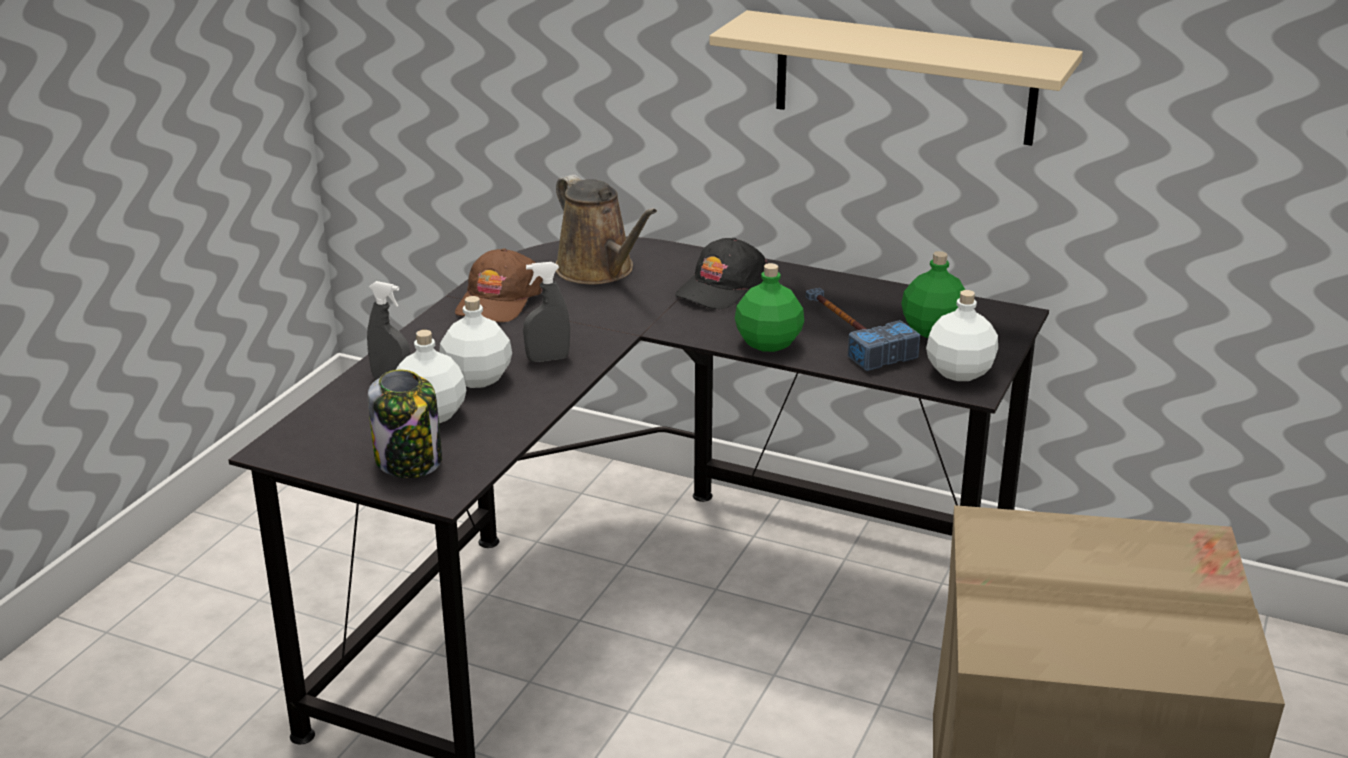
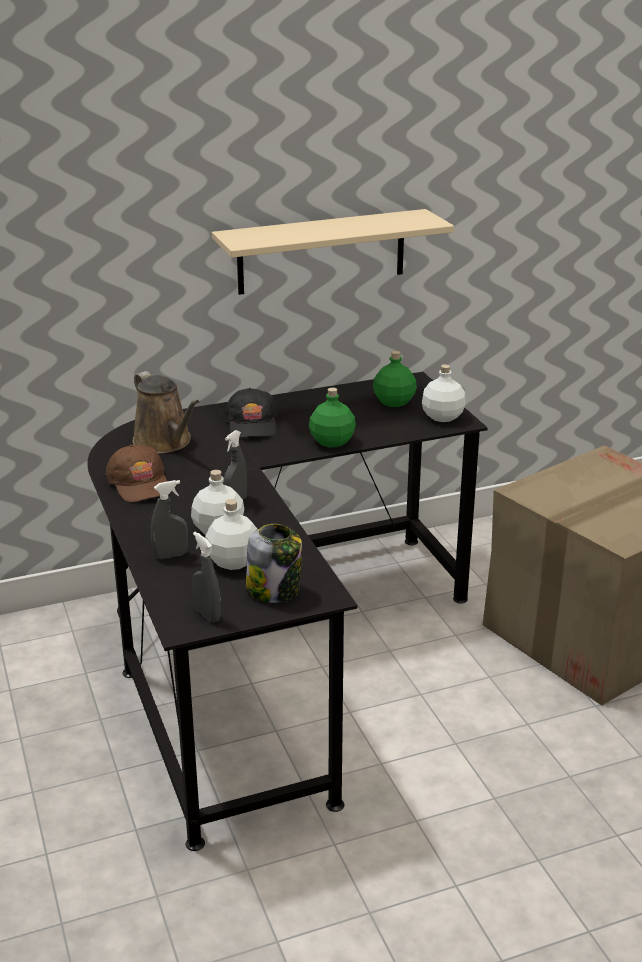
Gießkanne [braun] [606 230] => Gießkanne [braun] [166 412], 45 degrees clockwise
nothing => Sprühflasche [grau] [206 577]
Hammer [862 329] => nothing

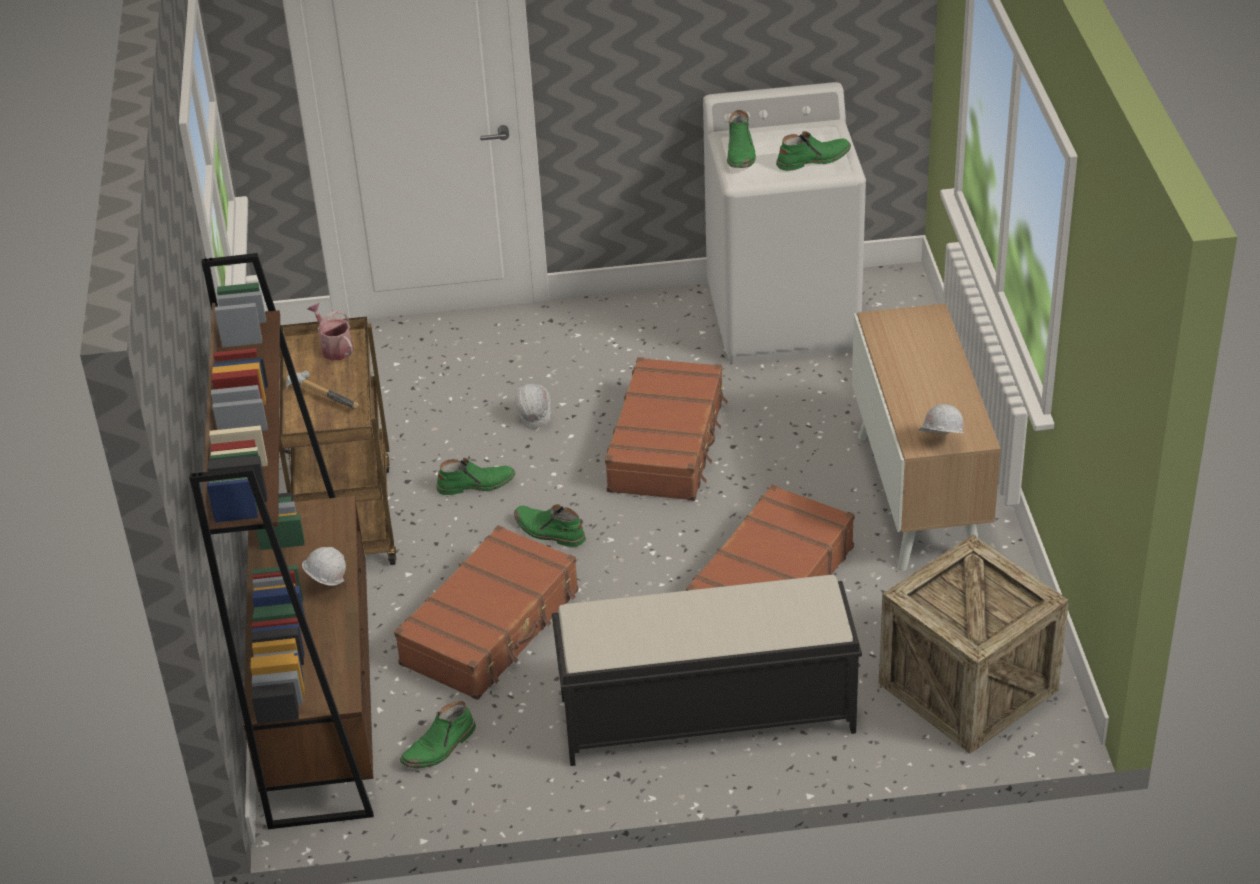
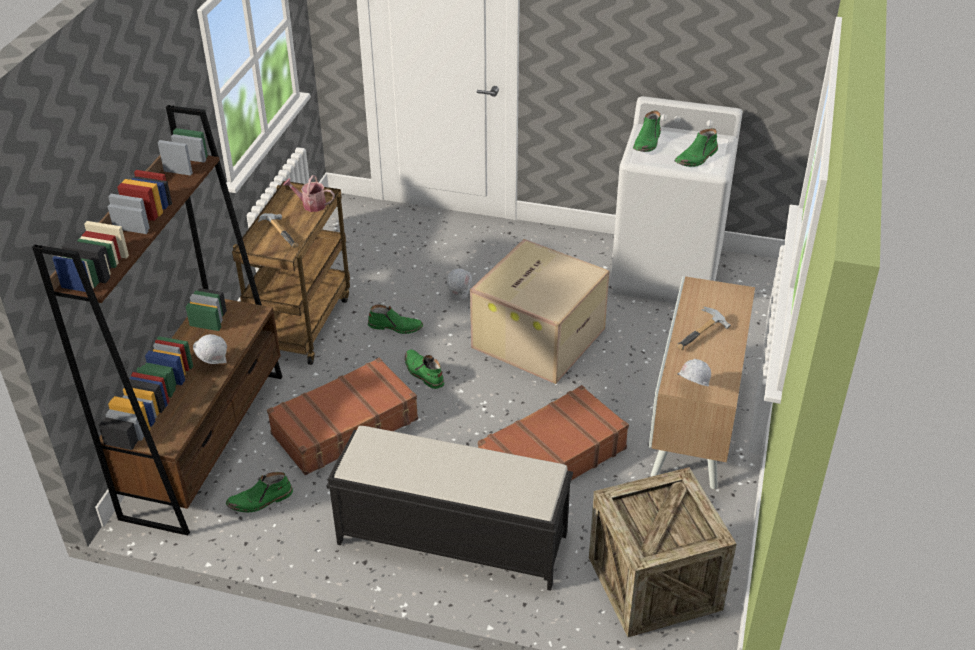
Gießkanne [330 332] => Gießkanne [309 193], 60 degrees counterclockwise
Koffer [braun] [666 429] => Karton [539 311]
Stiefel [grün] [813 151] => Stiefel [grün] [696 147], 135 degrees clockwise
nothing => Hammer [704 328]

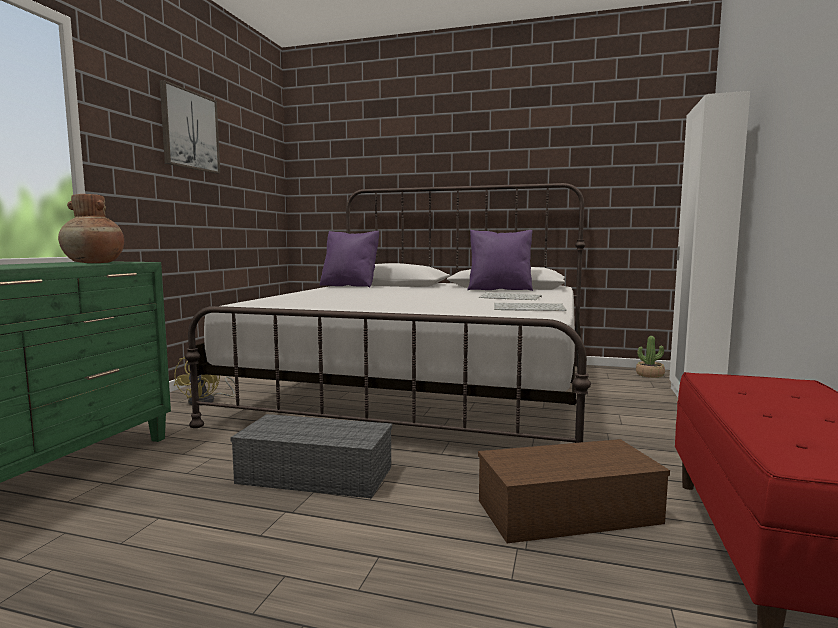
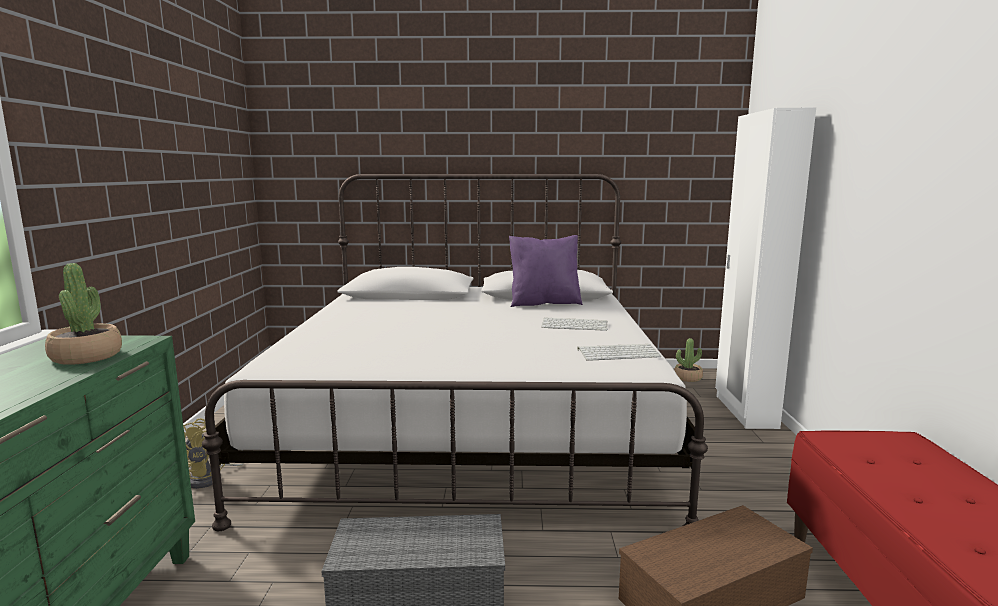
Vase [braun] [91 228] => Topfpflanze [83 314]
Bild [190 127] => nothing
Kissen [lila] [349 259] => nothing

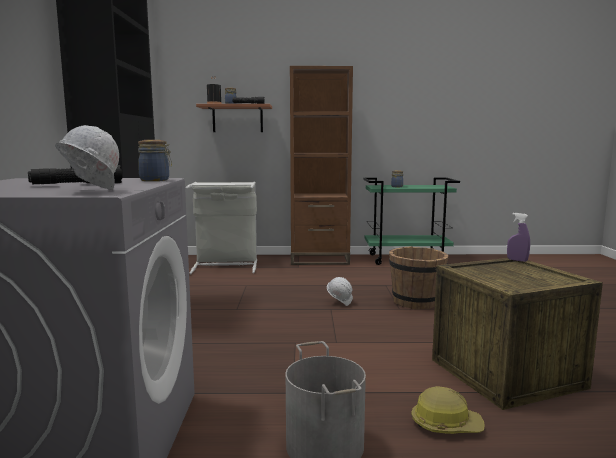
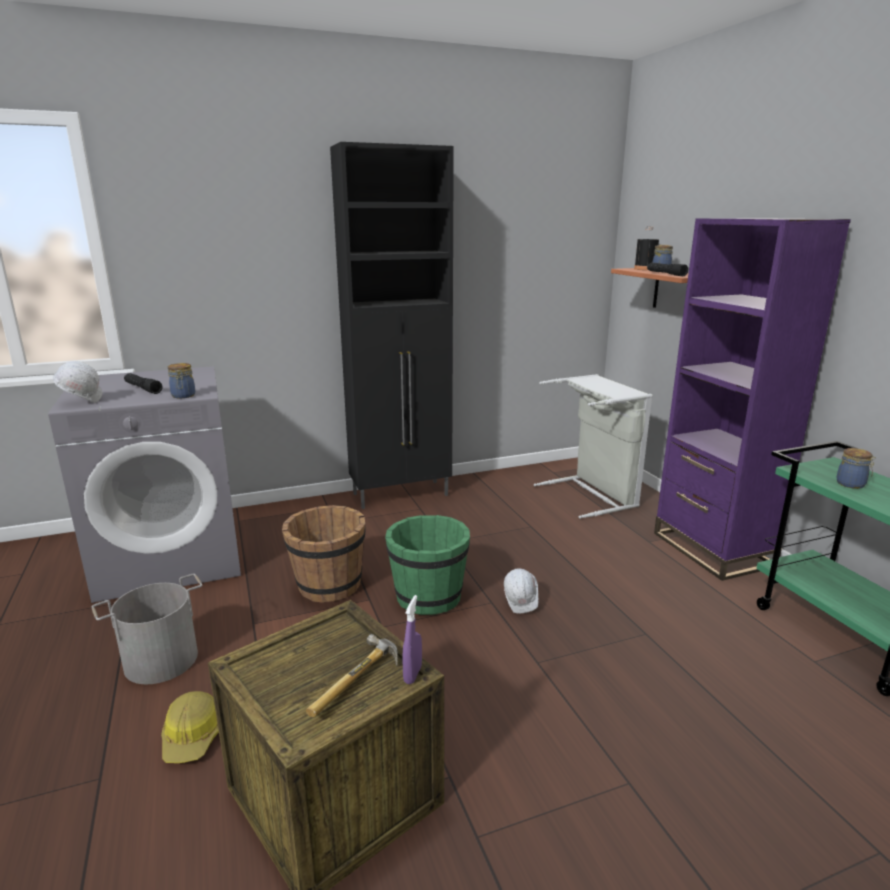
Eimer [braun] [419 278] => Eimer [braun] [324 554], move
nothing => Hammer [352 675]
nothing => Eimer [grün] [427 565]
Bücherregal [braun] [321 165] => Bücherregal [lila] [752 399]

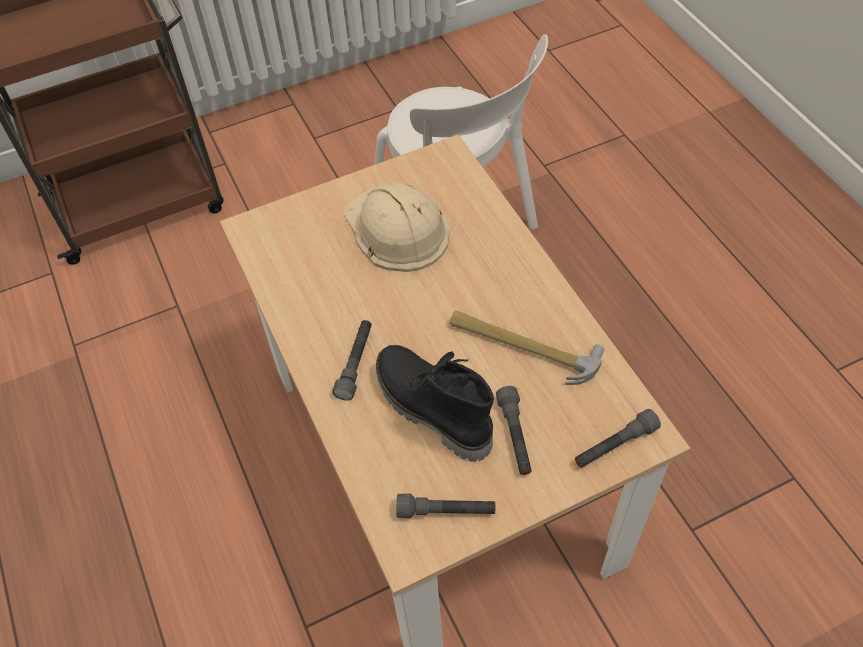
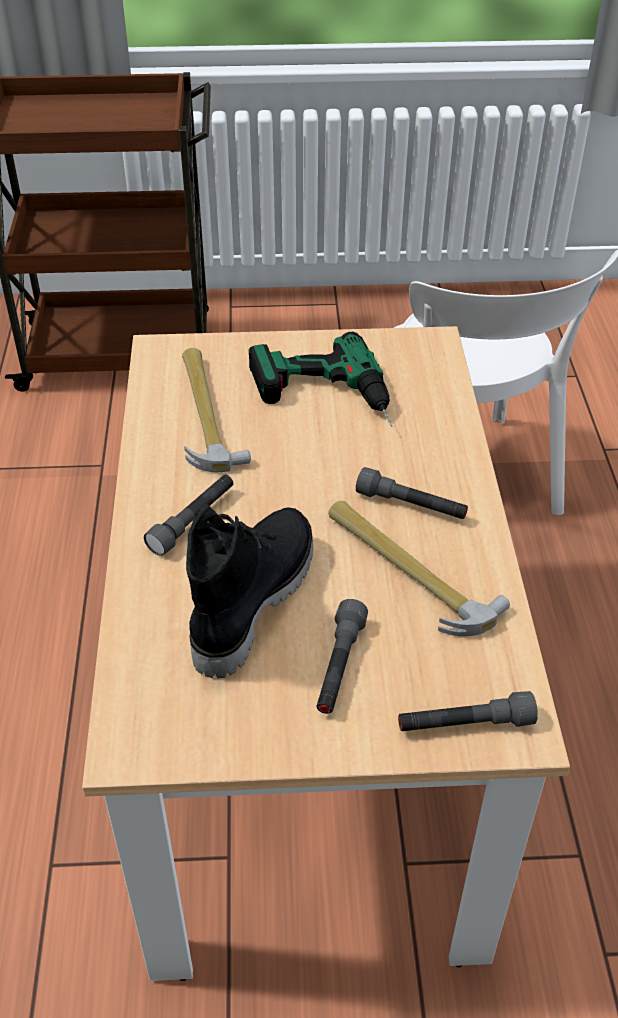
nothing => Hammer [216 410]
Stiefel [schwarz] [435 403] => Stiefel [schwarz] [249 591], 45 degrees clockwise
Schutzhelm [beige] [396 227] => Bohrmaschine [320 379]
Taschenlampe [grau] [445 506] => Taschenlampe [grau] [412 493], move

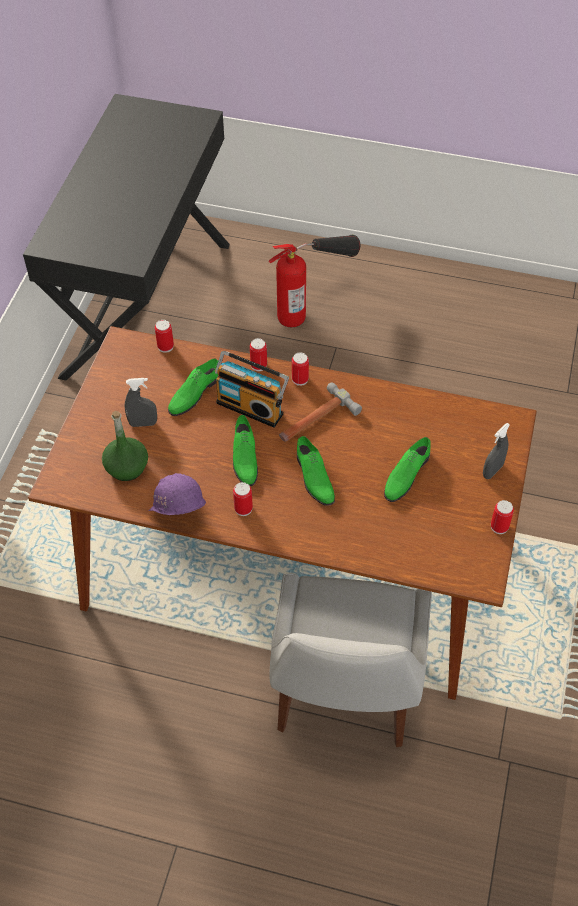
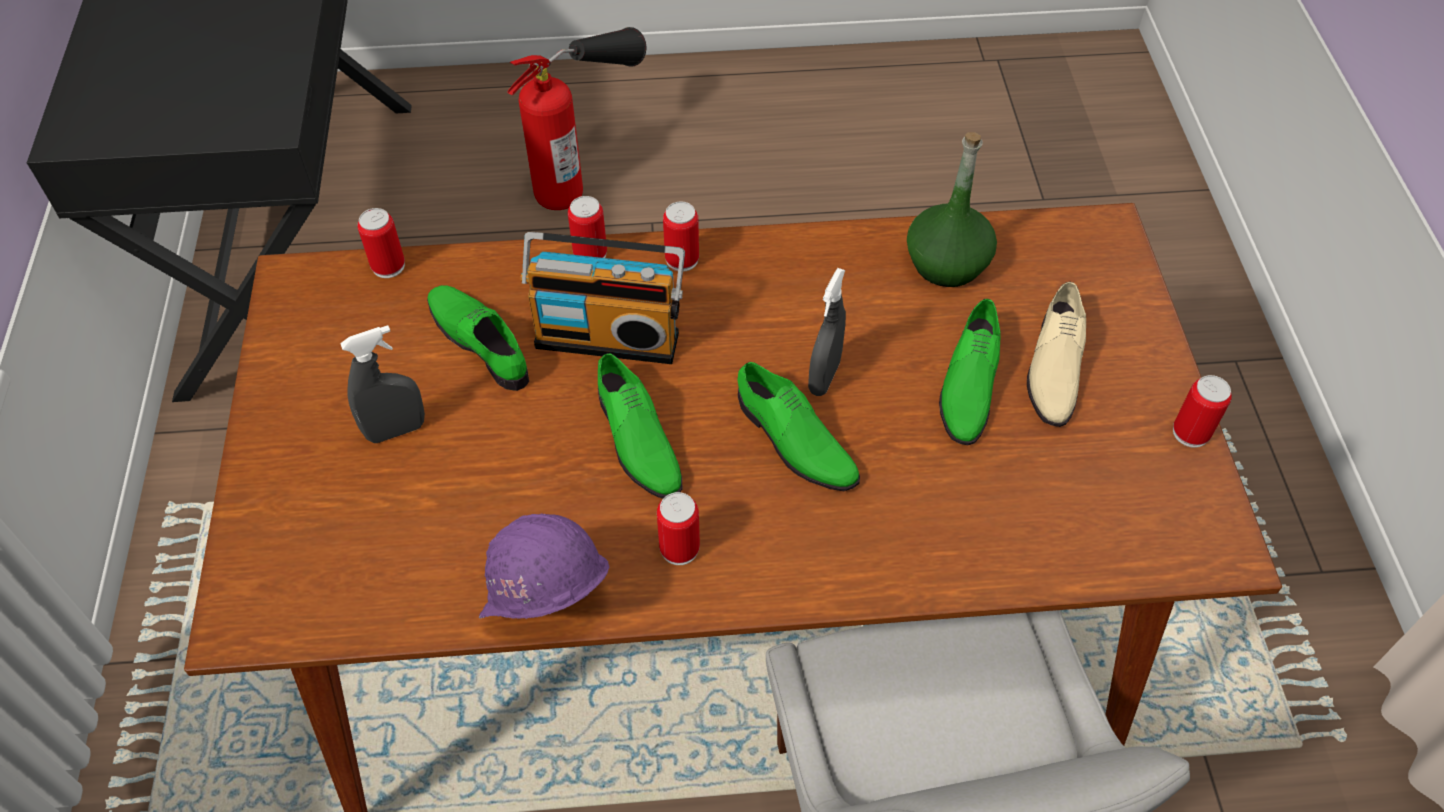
Schuh [grün] [193 387] => Schuh [grün] [478 338], 120 degrees clockwise
Sprühflasche [grau] [496 451] => Sprühflasche [grau] [827 332], move
Flasche [grün] [125 446] => Flasche [grün] [952 209], move
nothing => Schuh [beige] [1056 354]
Hammer [320 412] => nothing

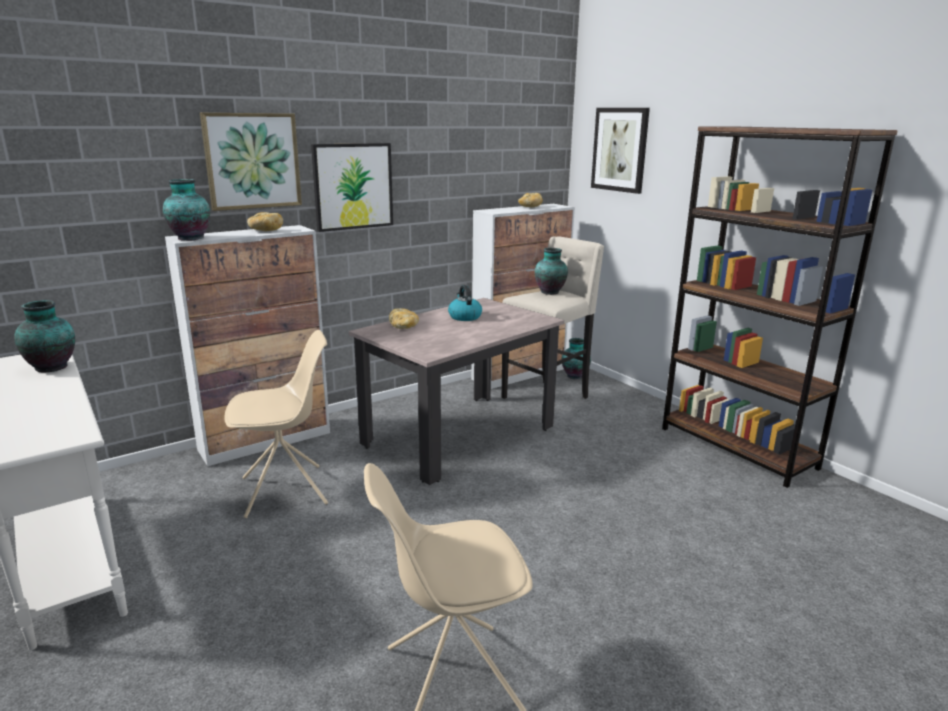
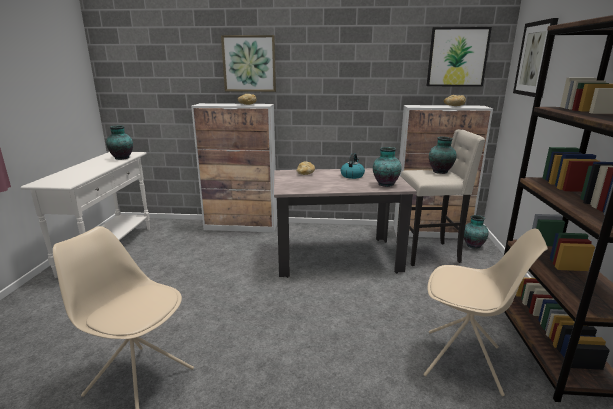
Vase [186 209] => Vase [387 167], move
Stuhl [beige] [276 424] => Stuhl [beige] [485 312], move
Bild [352 187] => Bild [459 57], move

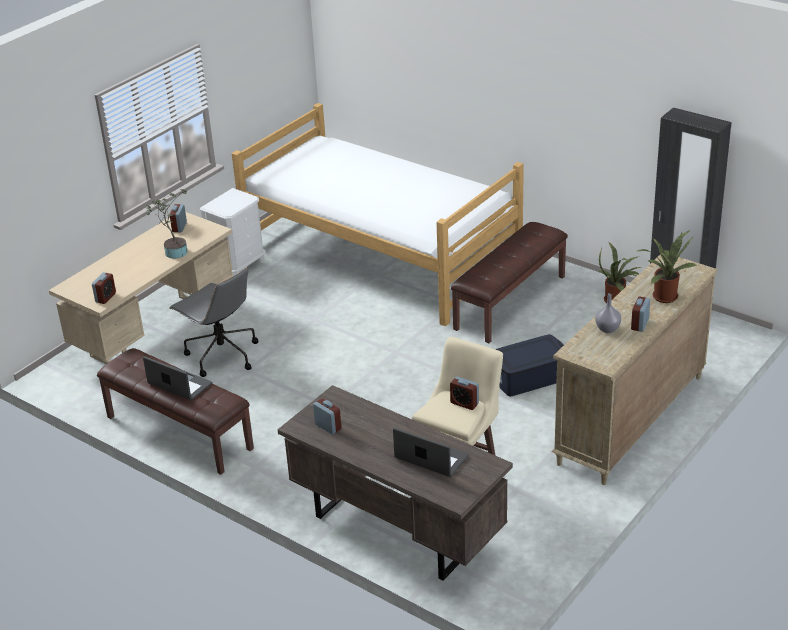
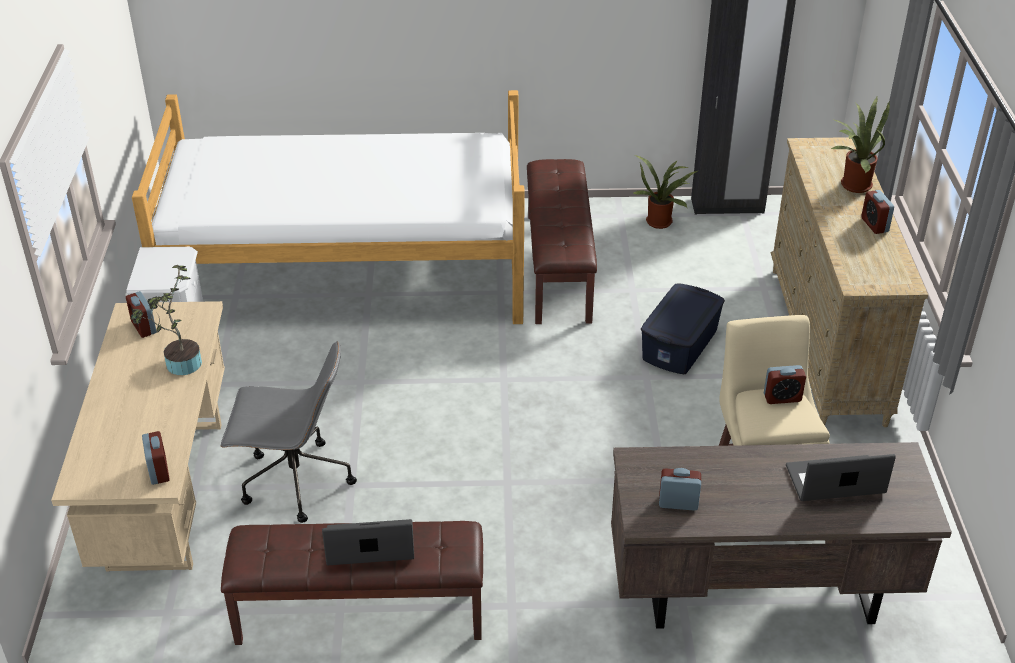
Vase [grau] [608 313] => nothing

